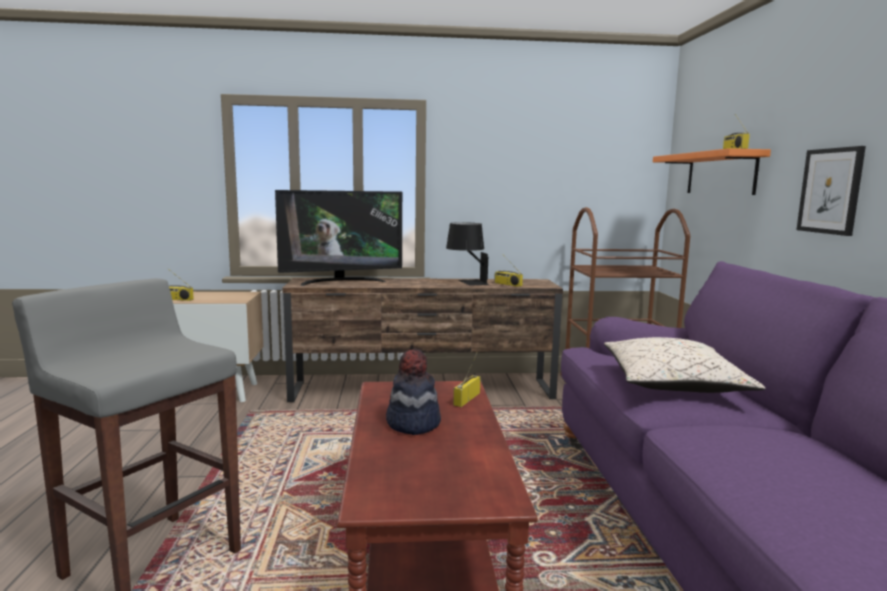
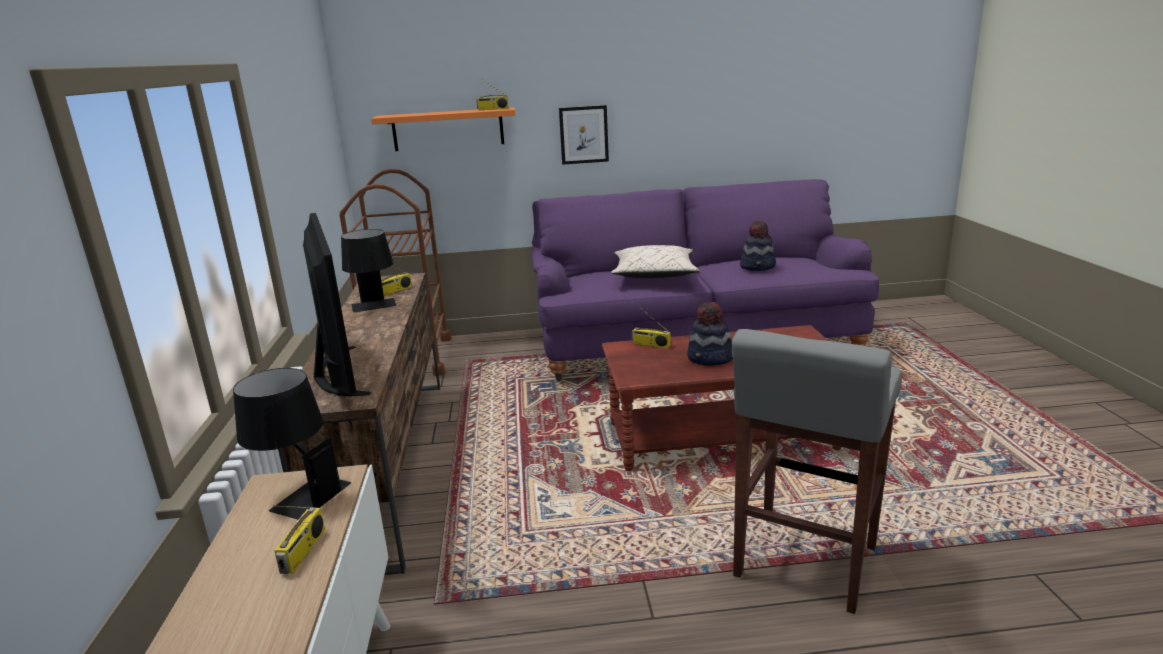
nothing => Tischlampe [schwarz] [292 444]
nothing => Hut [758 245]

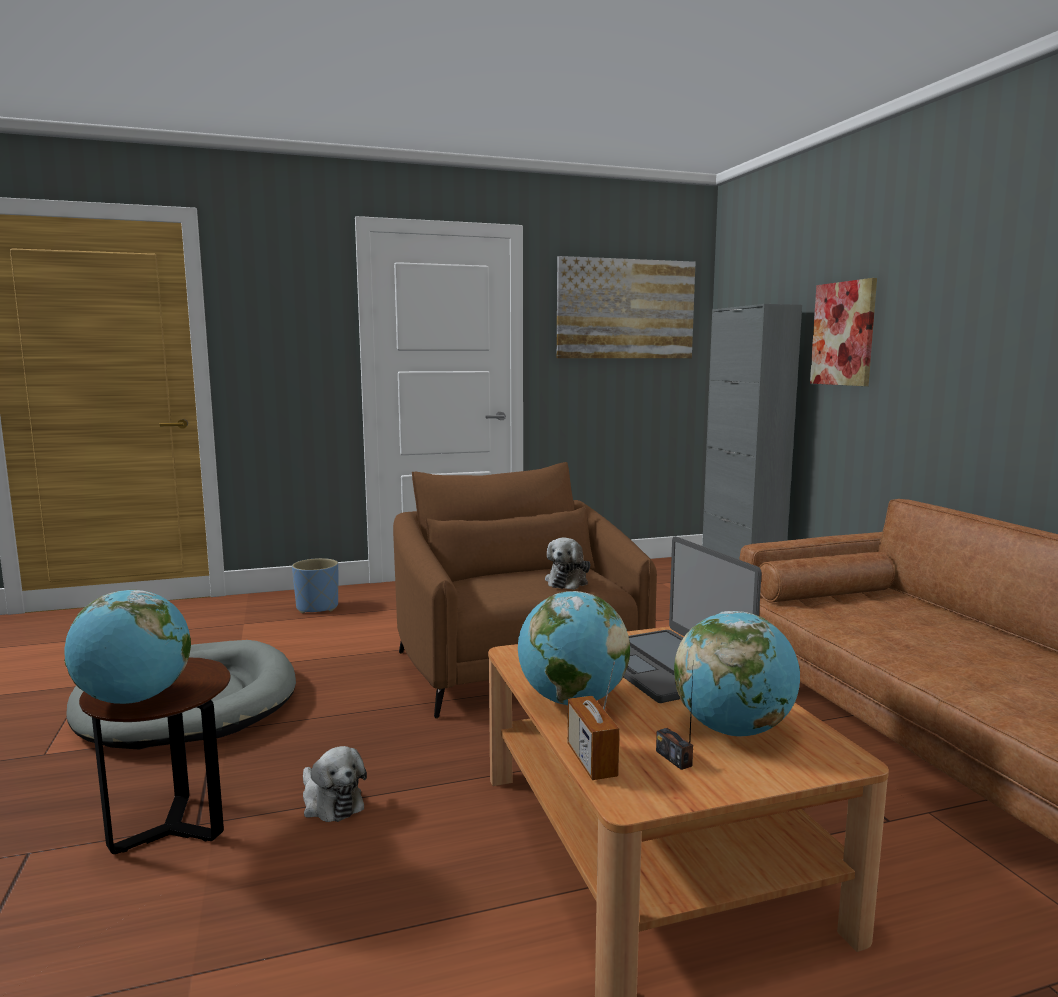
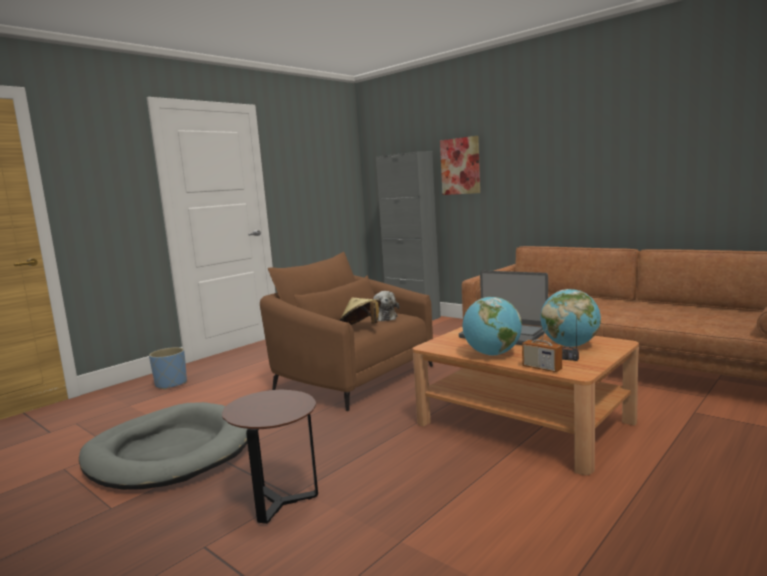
nothing => Hut [beige] [360 311]
Globus [127 647] => nothing
Plüschtier [335 784] => nothing
Bild [626 307] => nothing

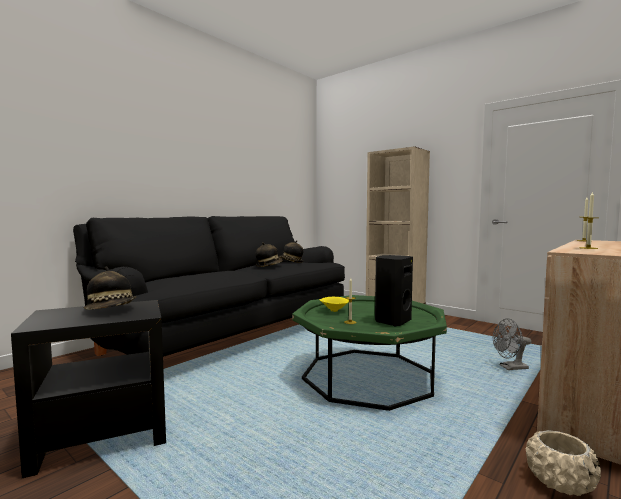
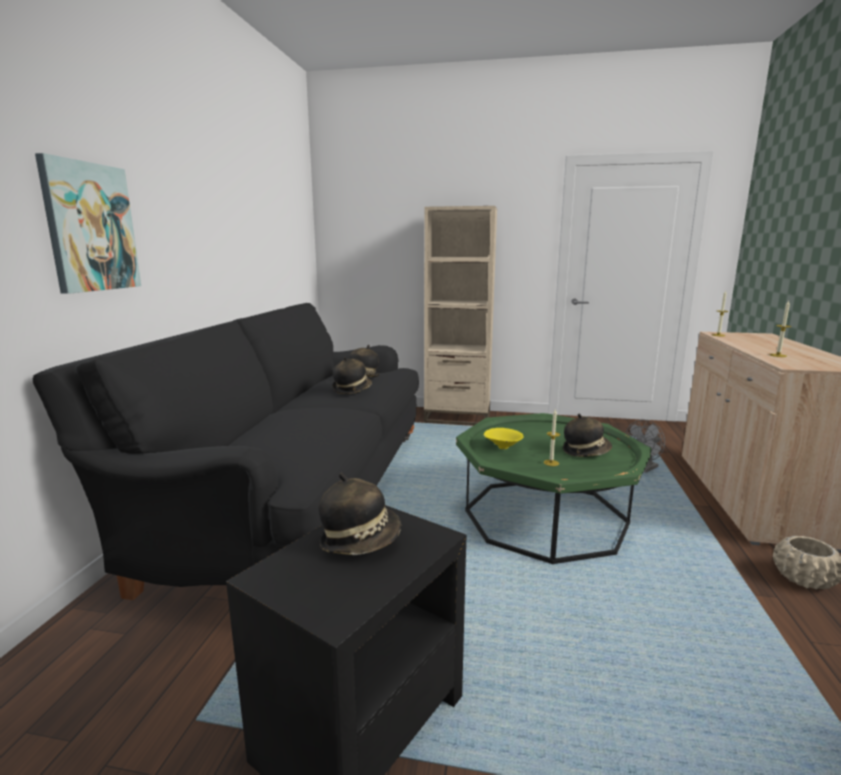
nothing => Bild [88 223]
Lautsprecher [schwarz] [394 291] => Hut [587 435]

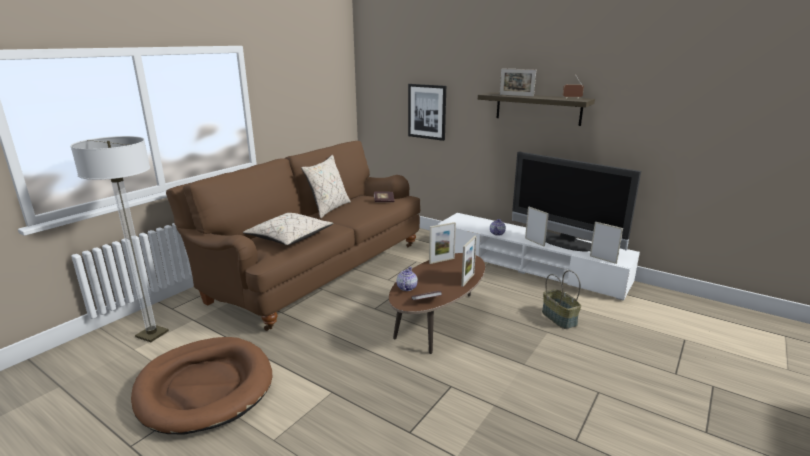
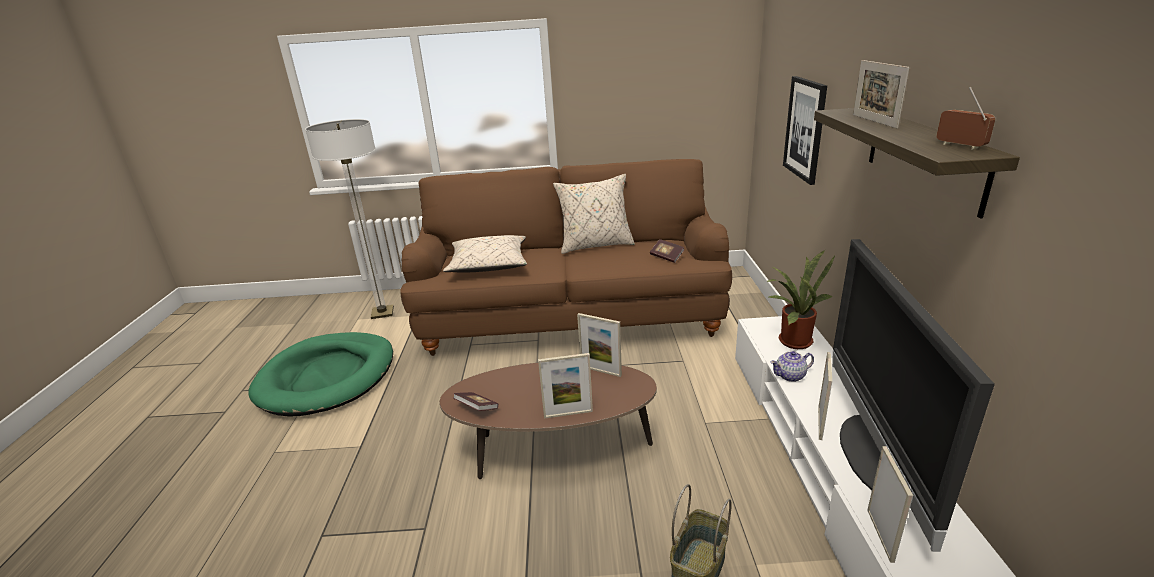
Hundebett [braun] [201 385] => Hundebett [grün] [320 374]
nothing => Topfpflanze [801 299]
Teekanne [407 279] => nothing

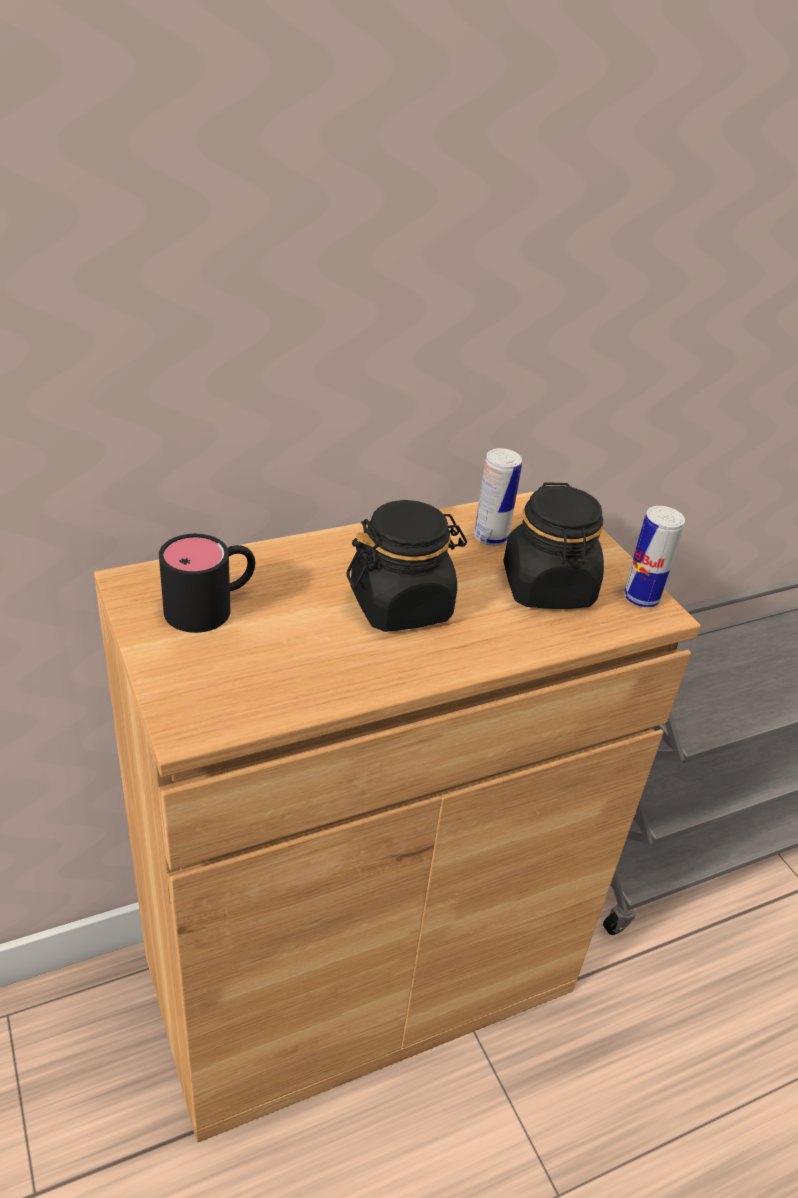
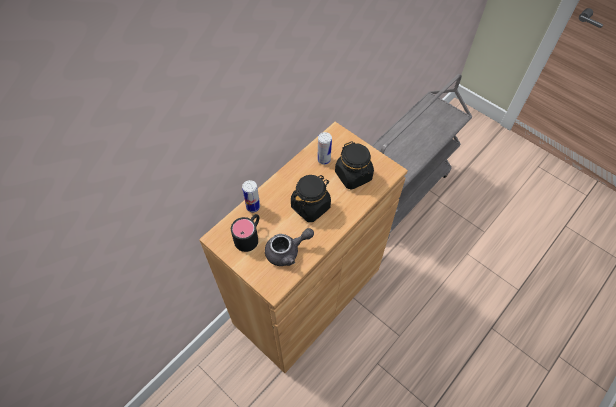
Dose [654 556] => Dose [251 196], move
nothing => Teekanne [grau] [289 247]

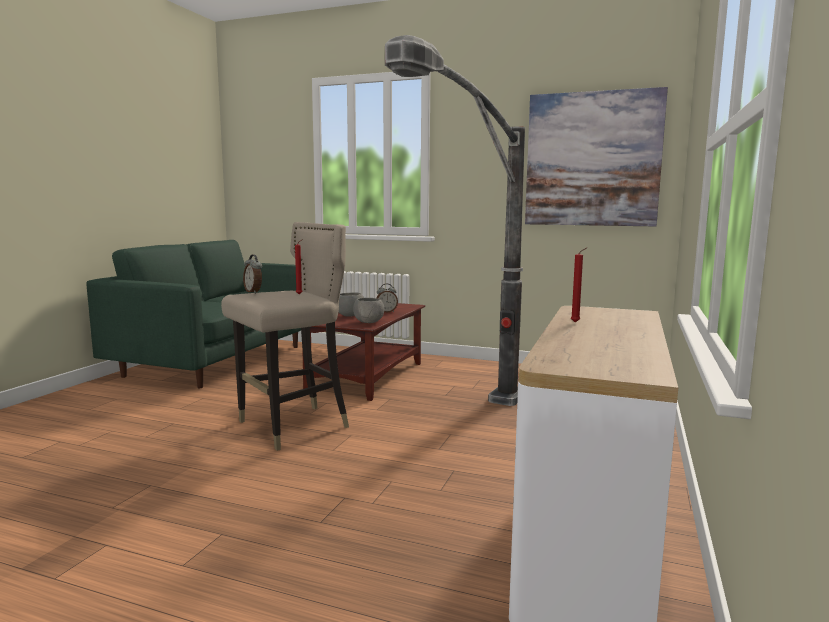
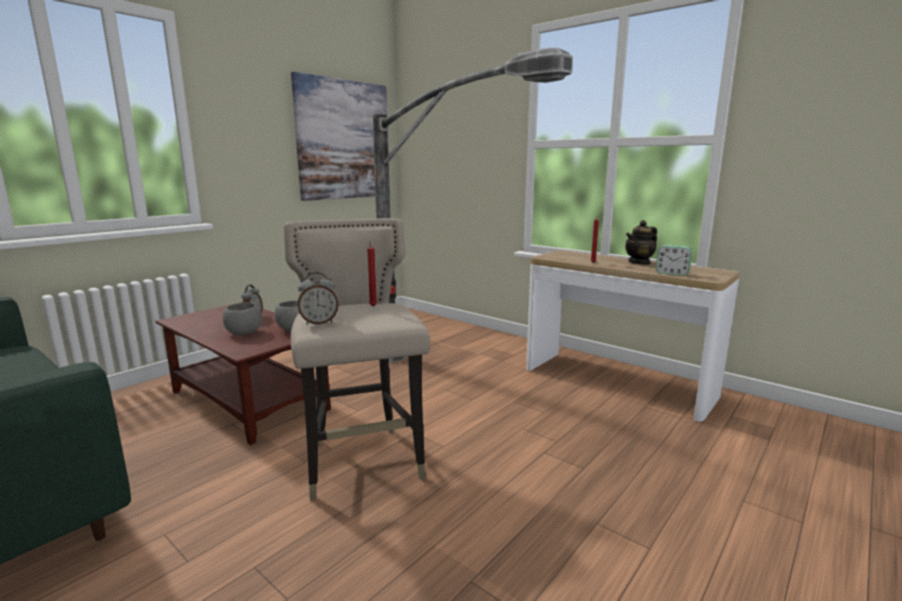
nothing => Teekanne [641 242]
nothing => Wecker [674 260]

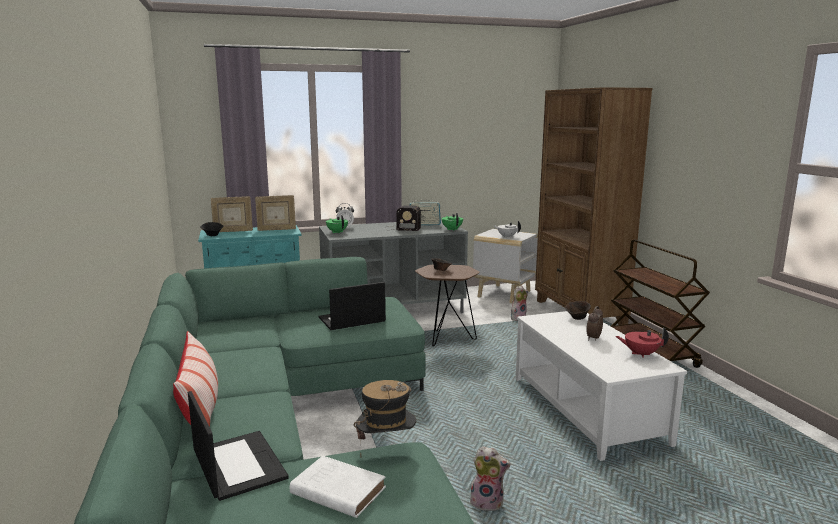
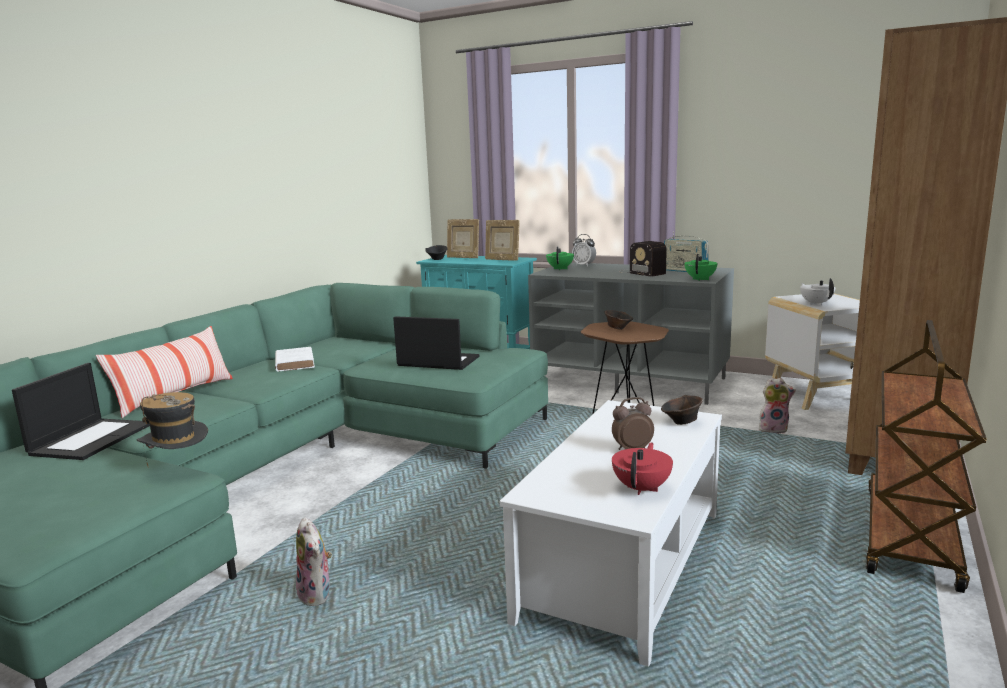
Buch [weiß] [338 487] => Buch [weiß] [295 359], move
Teekanne [rot] [642 342] => Teekanne [rot] [642 468], 60 degrees clockwise

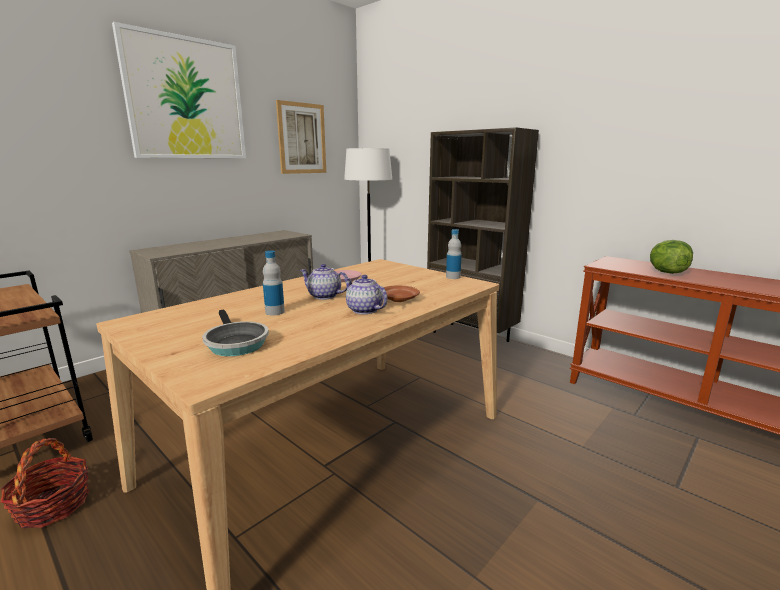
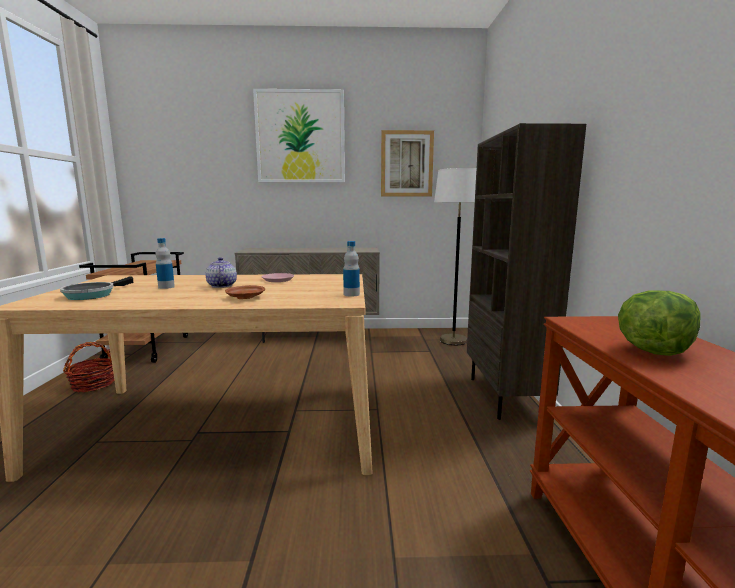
Teekanne [366 294] => nothing

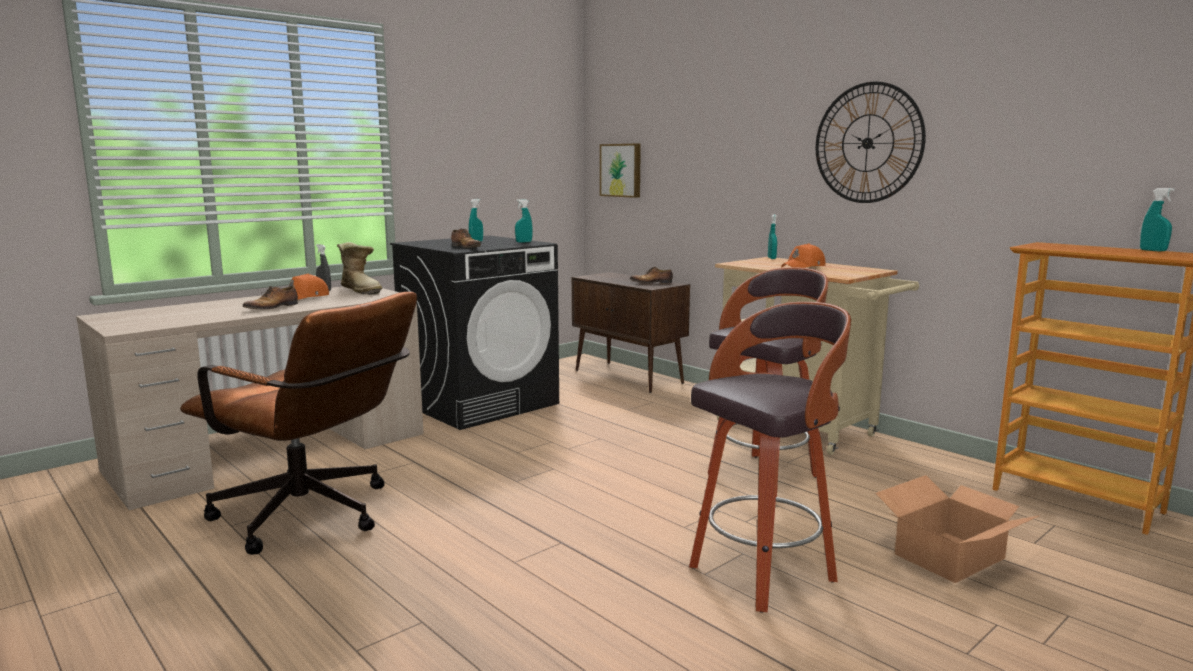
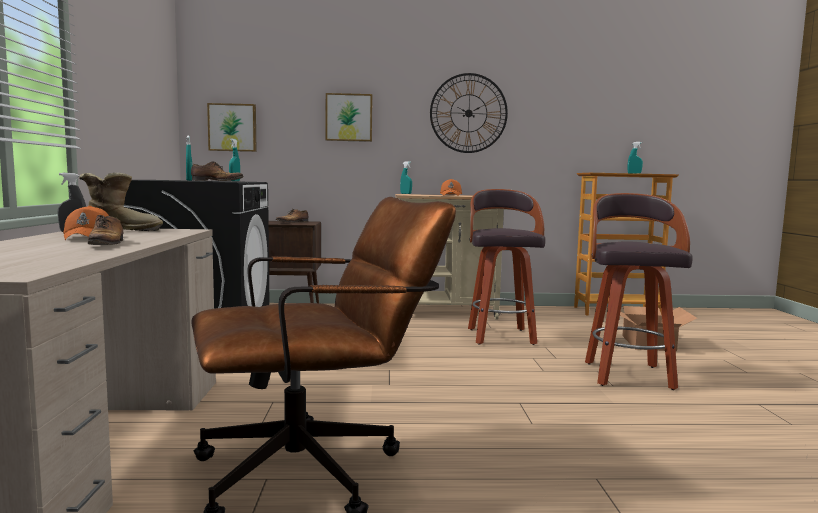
nothing => Bild [349 117]

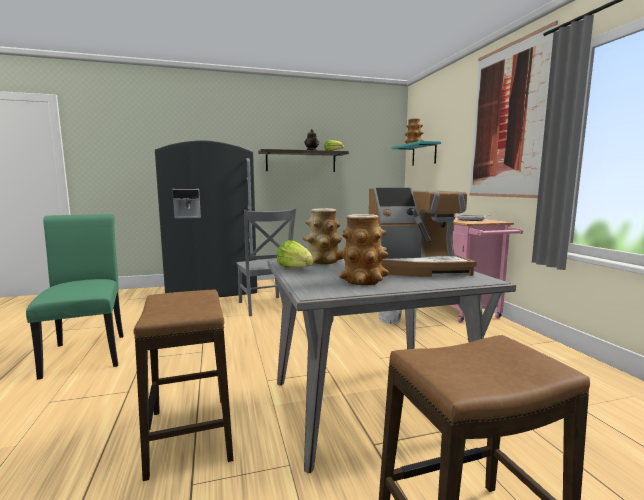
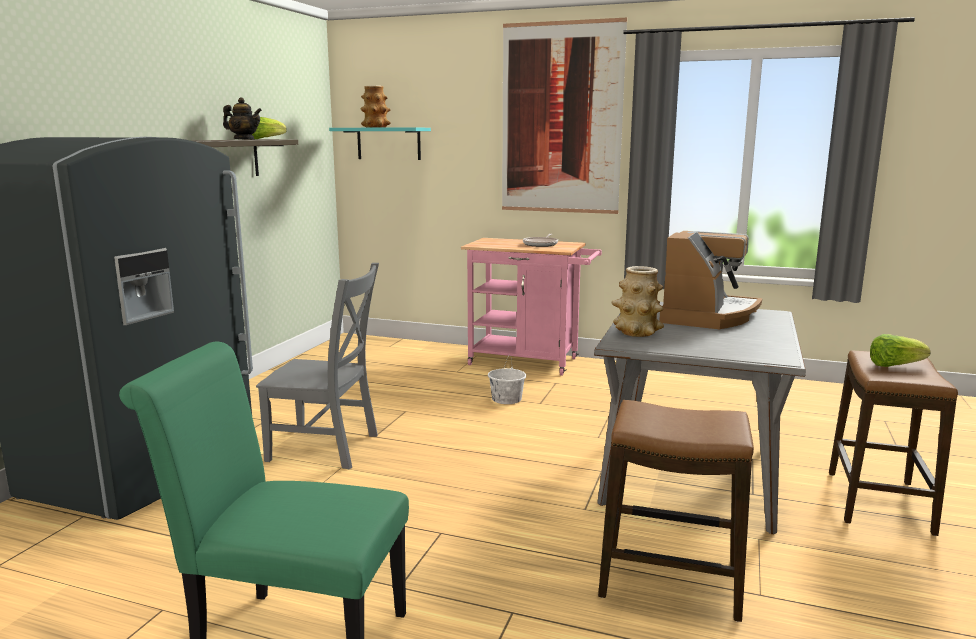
Salatkopf [295 254] => Salatkopf [900 350], move
Vase [363 249] => nothing

